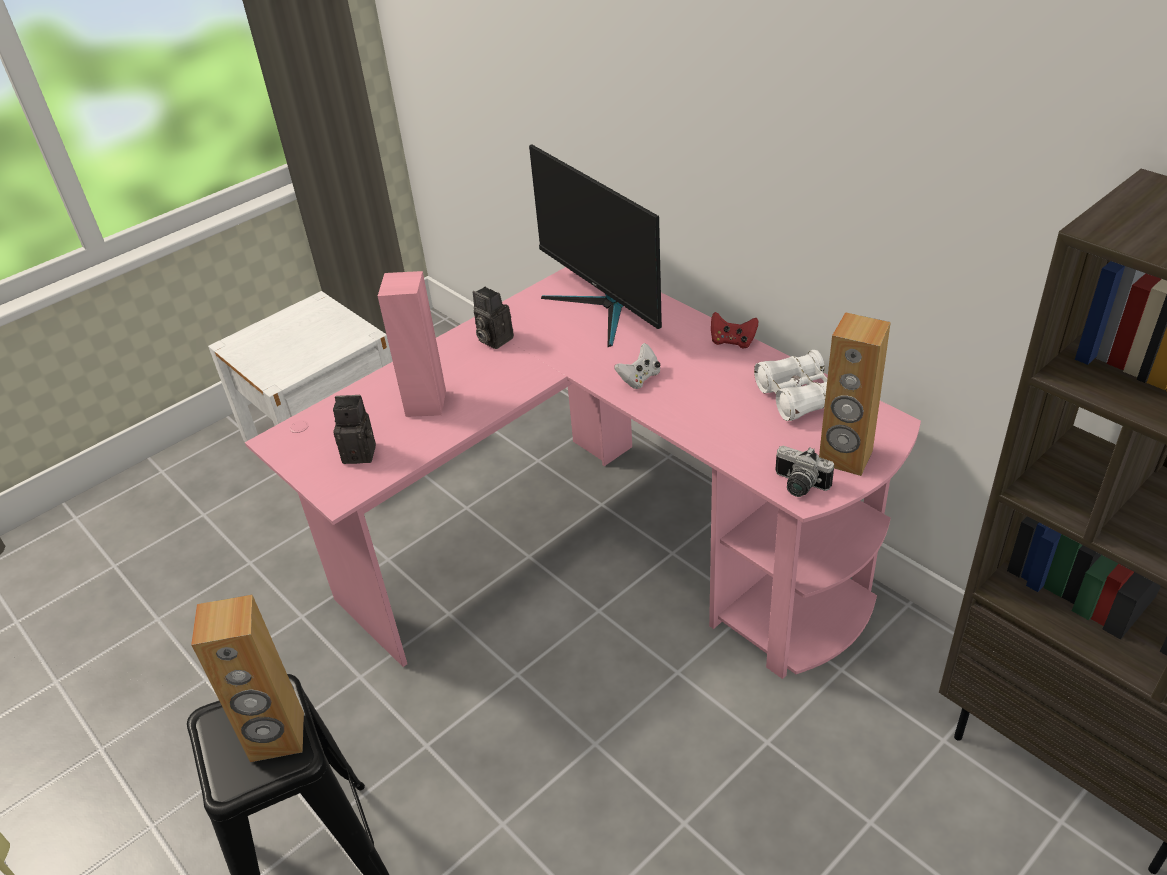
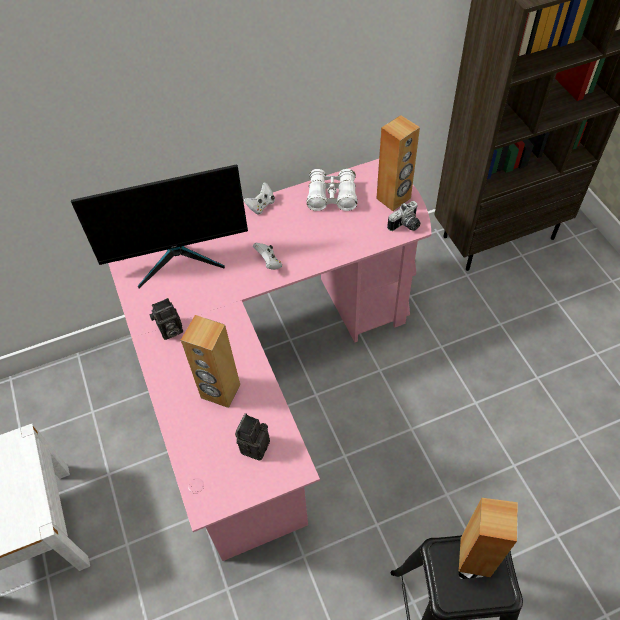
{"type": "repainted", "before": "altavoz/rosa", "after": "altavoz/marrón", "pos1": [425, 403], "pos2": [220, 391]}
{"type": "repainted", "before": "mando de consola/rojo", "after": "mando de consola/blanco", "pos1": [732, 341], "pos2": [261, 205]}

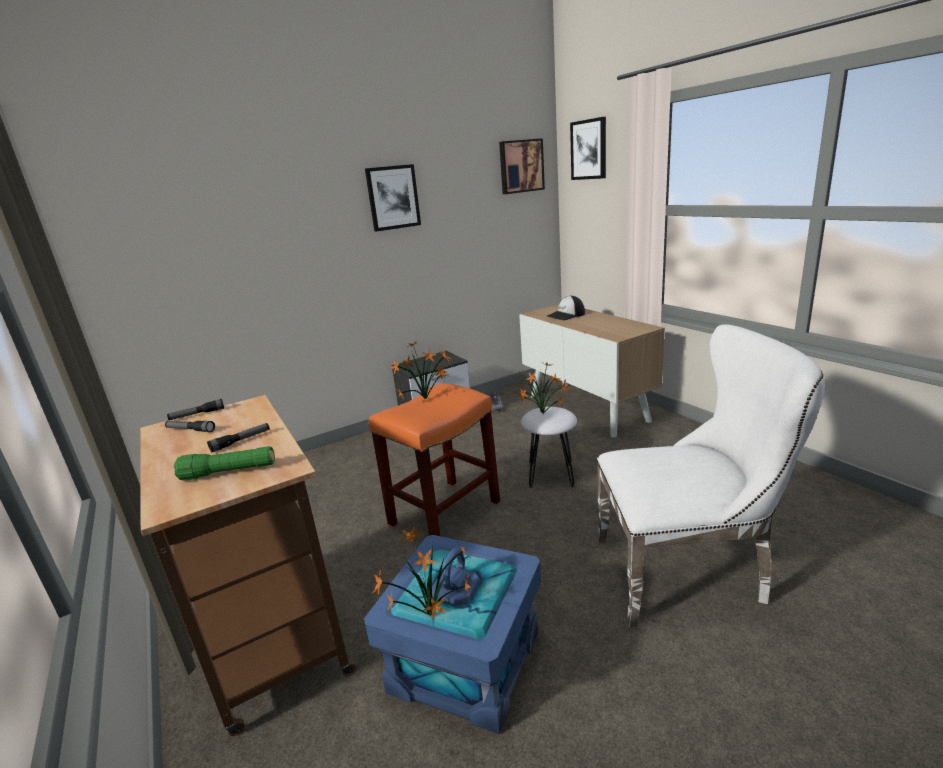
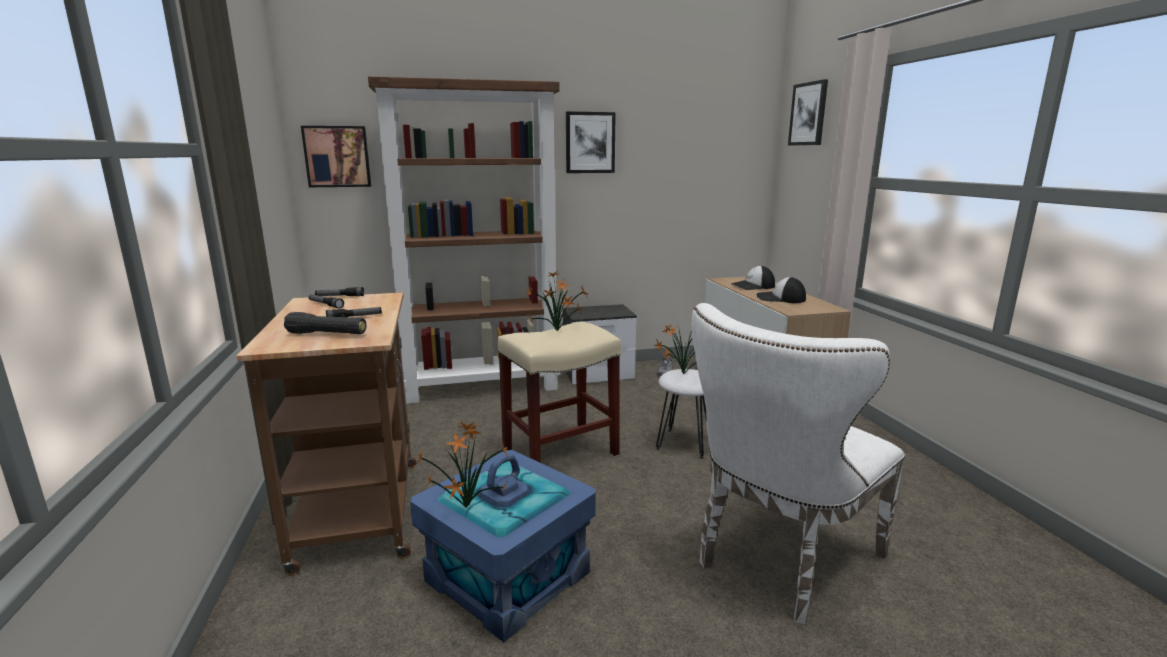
{"type": "shifted", "before": "cuadro", "pos1": [520, 166], "pos2": [337, 156]}
{"type": "rotated", "before": "silla/blanco", "pos1": [689, 571], "pos2": [780, 562], "turn": 120}
{"type": "repainted", "before": "taburete/naranja", "after": "taburete/beis", "pos1": [445, 512], "pos2": [561, 452]}
{"type": "repainted", "before": "linterna/verde", "after": "linterna/negro", "pos1": [229, 472], "pos2": [327, 334]}
{"type": "new", "after": "estantería/marrón", "pos2": [483, 386]}
{"type": "new", "after": "gorra", "pos2": [780, 298]}

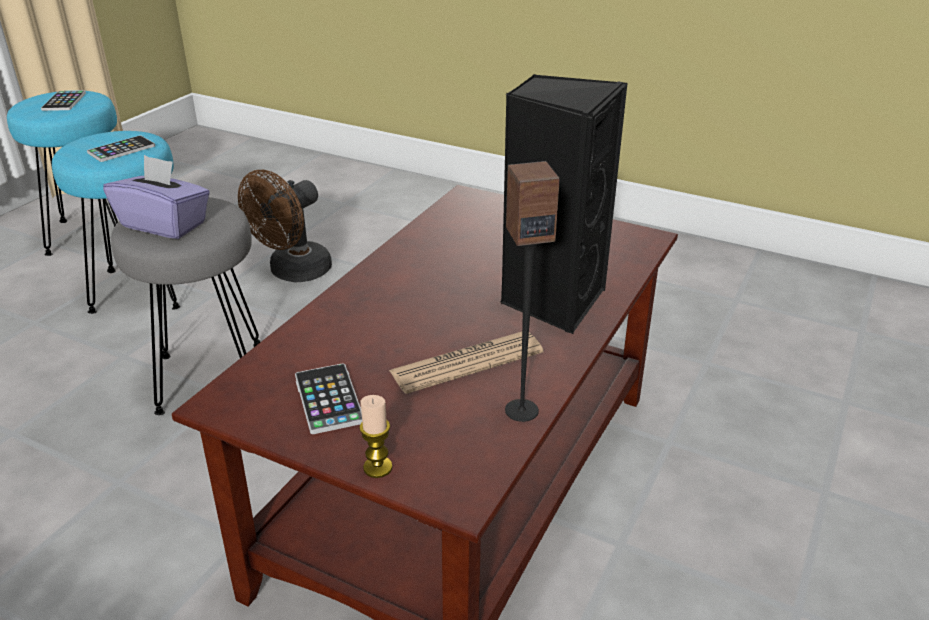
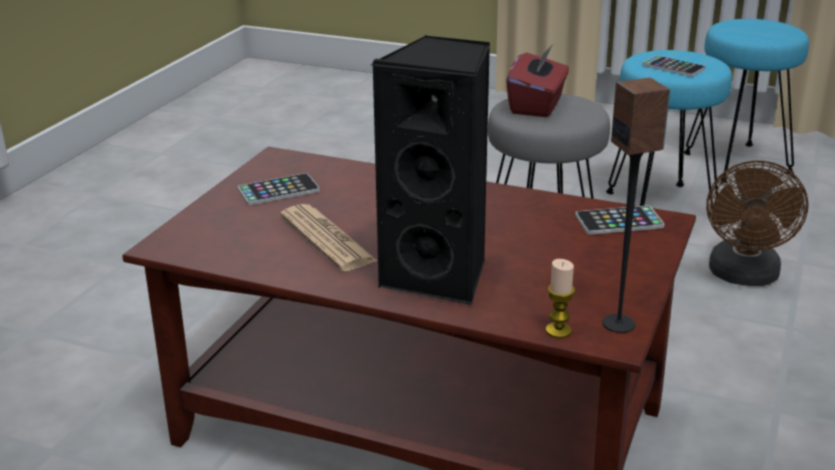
{"type": "shifted", "before": "móvil", "pos1": [64, 101], "pos2": [619, 221]}
{"type": "repainted", "before": "caja de pañuelos/morado", "after": "caja de pañuelos/rojo", "pos1": [165, 224], "pos2": [537, 105]}
{"type": "shifted", "before": "altavoz", "pos1": [521, 410], "pos2": [619, 323]}
{"type": "rotated", "before": "ventilador/marrón", "pos1": [293, 273], "pos2": [744, 277], "turn": -105}
{"type": "shifted", "before": "vela", "pos1": [377, 467], "pos2": [558, 331]}

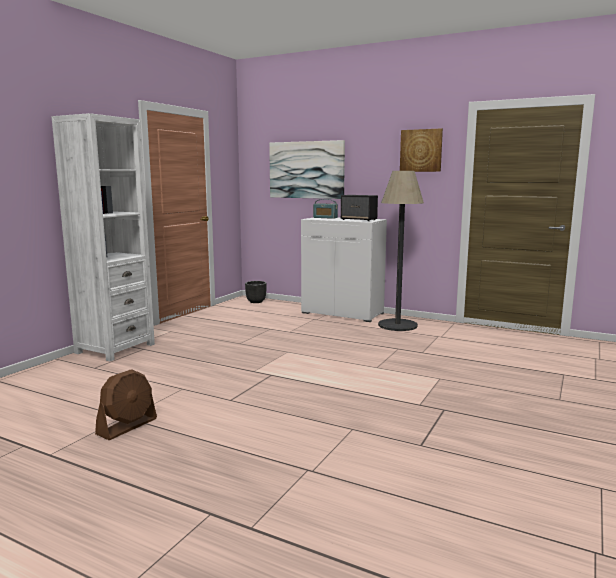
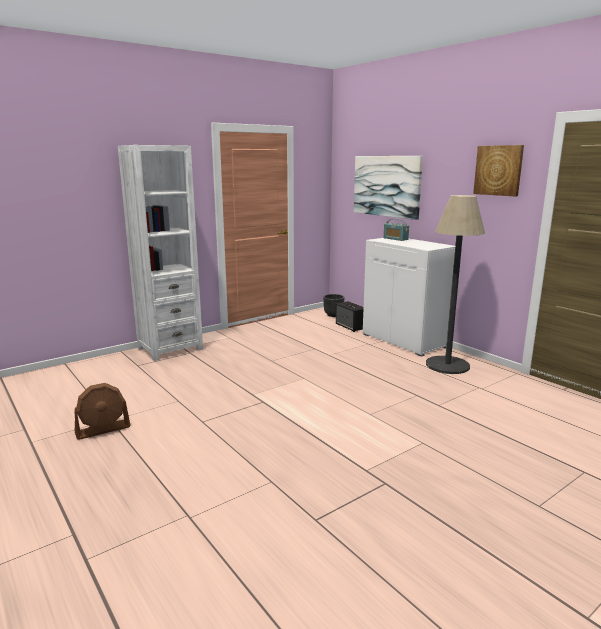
{"type": "shifted", "before": "altavoz", "pos1": [359, 220], "pos2": [351, 327]}

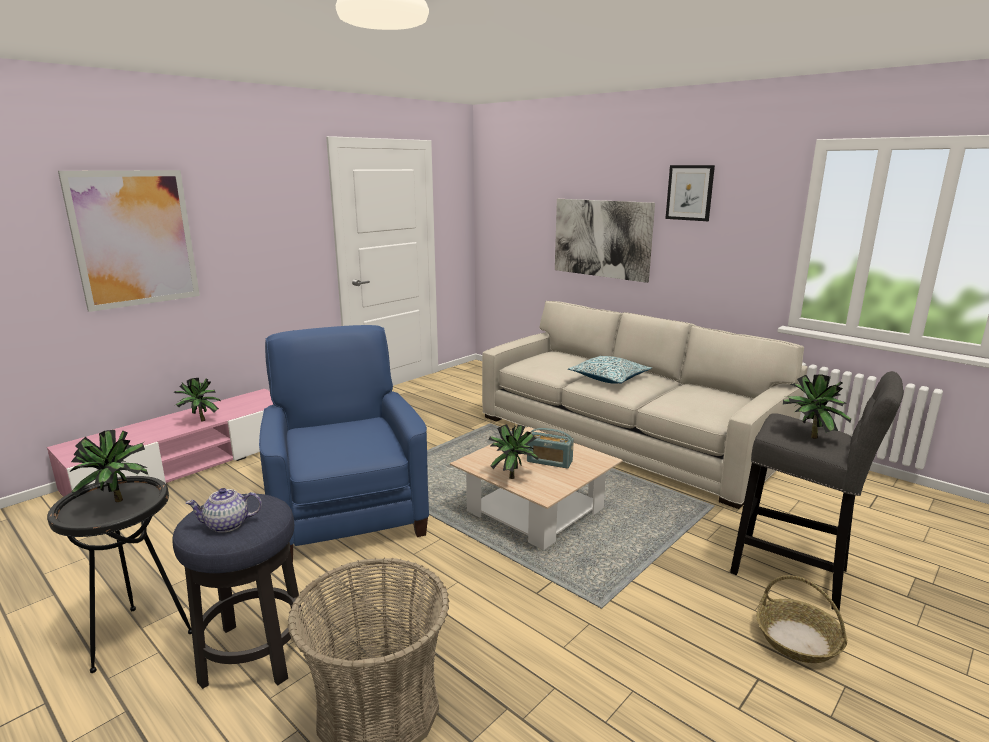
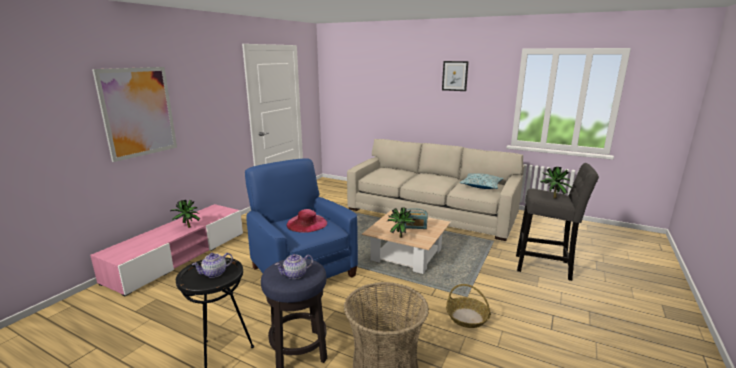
{"type": "gone", "before": "cuadro", "pos1": [601, 238]}
{"type": "shifted", "before": "cojín", "pos1": [609, 378], "pos2": [481, 186]}
{"type": "swapped", "before": "planta en maceta", "after": "tetera", "pos1": [117, 503], "pos2": [215, 273]}
{"type": "shifted", "before": "cesta", "pos1": [797, 639], "pos2": [467, 317]}
{"type": "new", "after": "sombrero/rosa", "pos2": [306, 223]}

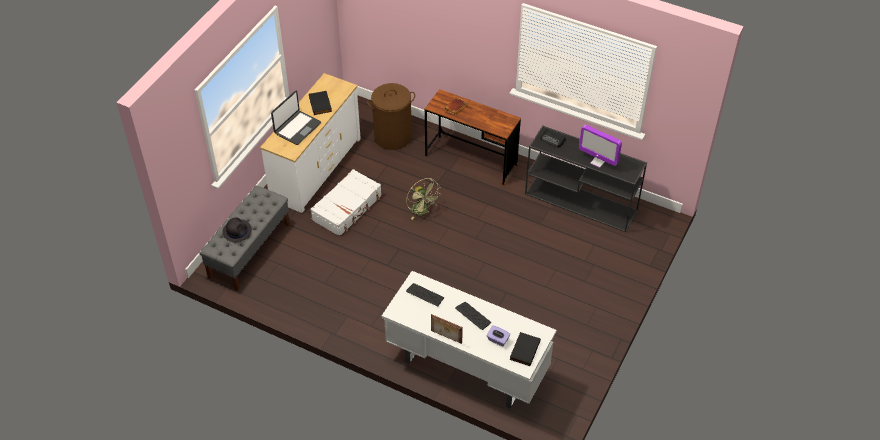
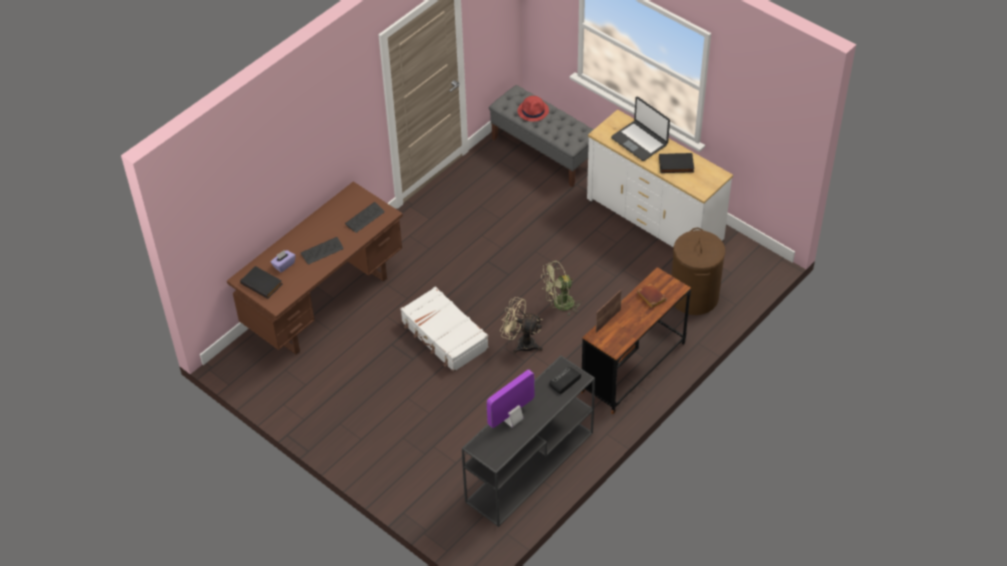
{"type": "shifted", "before": "maleta/blanco", "pos1": [347, 208], "pos2": [444, 336]}
{"type": "repainted", "before": "sombrero/negro", "after": "sombrero/rojo", "pos1": [237, 231], "pos2": [533, 111]}
{"type": "repainted", "before": "escritorio/blanco", "after": "escritorio/marrón", "pos1": [466, 369], "pos2": [324, 303]}
{"type": "shifted", "before": "portarretratos", "pos1": [446, 337], "pos2": [607, 320]}
{"type": "new", "after": "ventilador/beis", "pos2": [521, 343]}

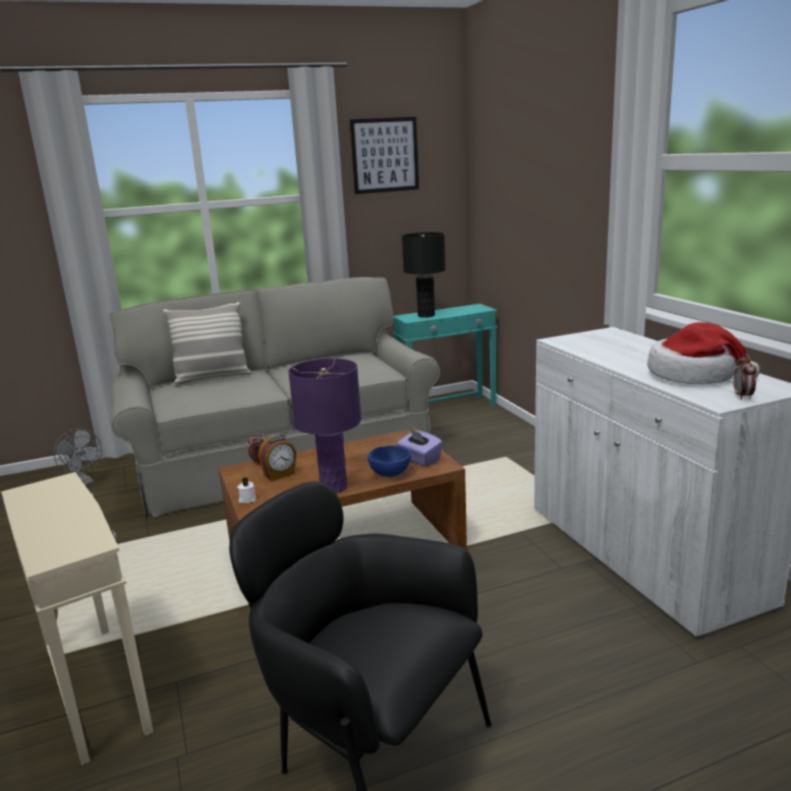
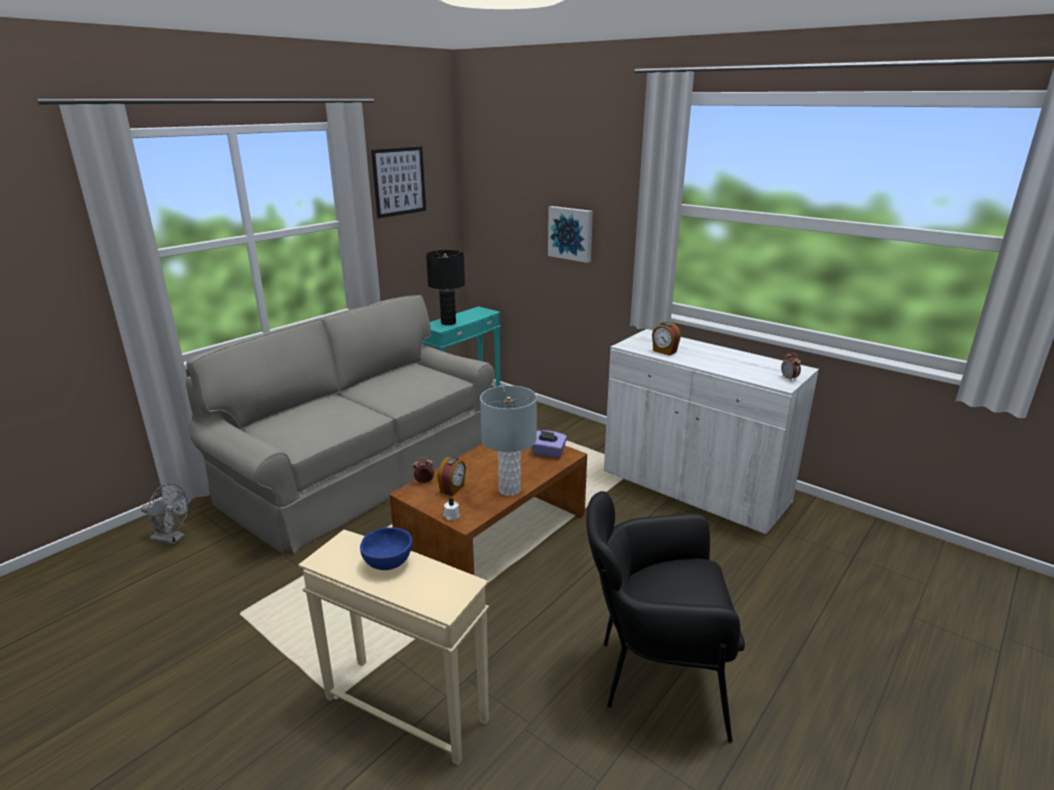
{"type": "gone", "before": "cojín", "pos1": [212, 378]}
{"type": "gone", "before": "sombrero", "pos1": [694, 375]}
{"type": "repainted", "before": "lámpara de mesa/morado", "after": "lámpara de mesa/gris", "pos1": [333, 487], "pos2": [509, 490]}
{"type": "shifted", "before": "cuenco/azul", "pos1": [390, 474], "pos2": [388, 563]}
{"type": "new", "after": "cuadro", "pos2": [571, 233]}
{"type": "new", "after": "despertador", "pos2": [664, 351]}

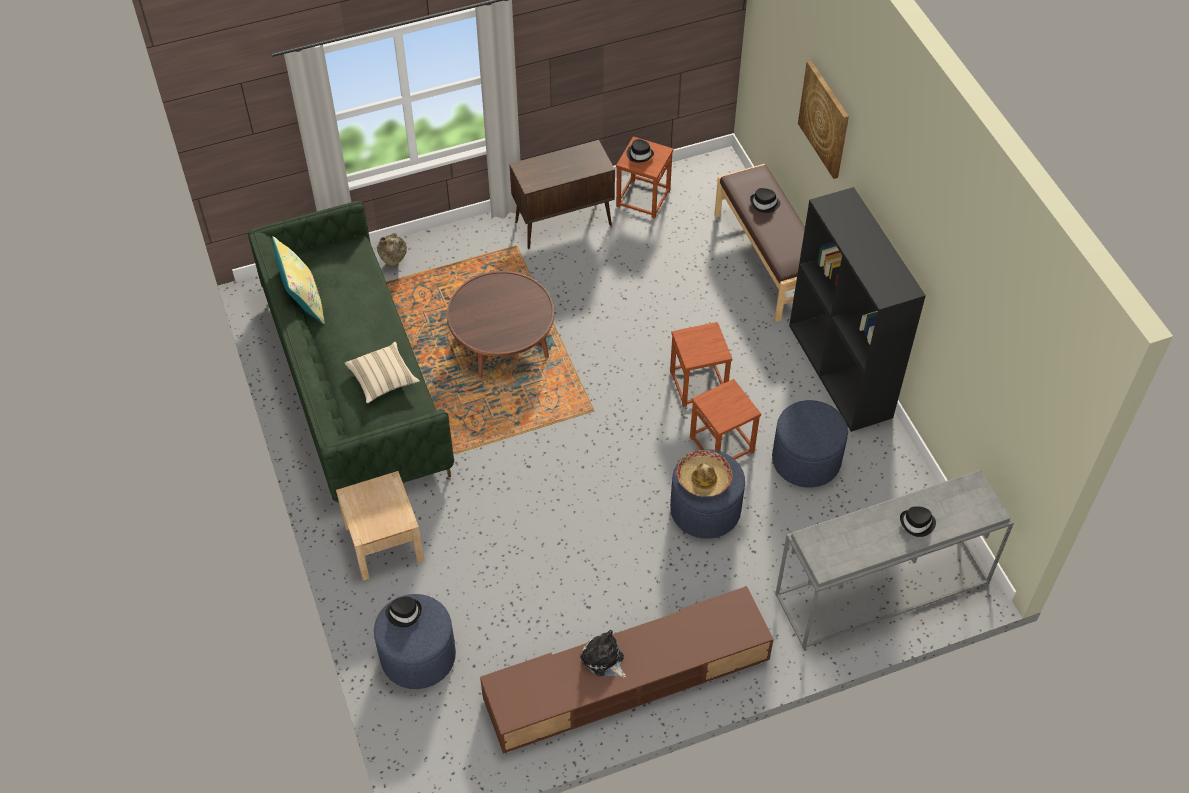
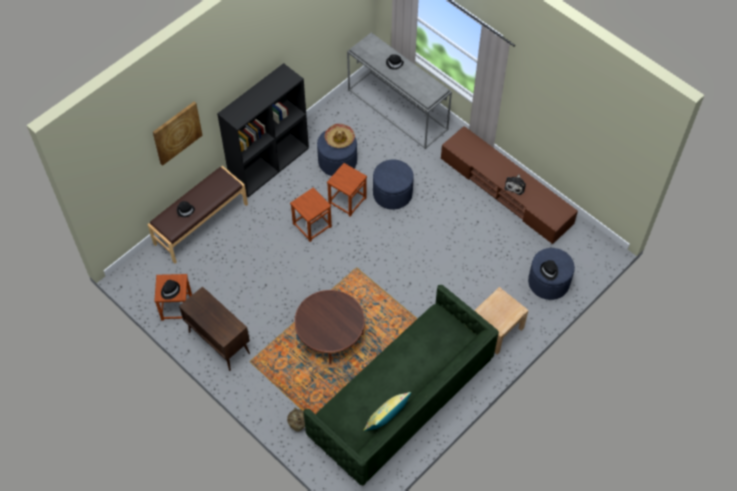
{"type": "gone", "before": "cojín/beis", "pos1": [383, 379]}
{"type": "shifted", "before": "sombrero", "pos1": [703, 478], "pos2": [339, 139]}

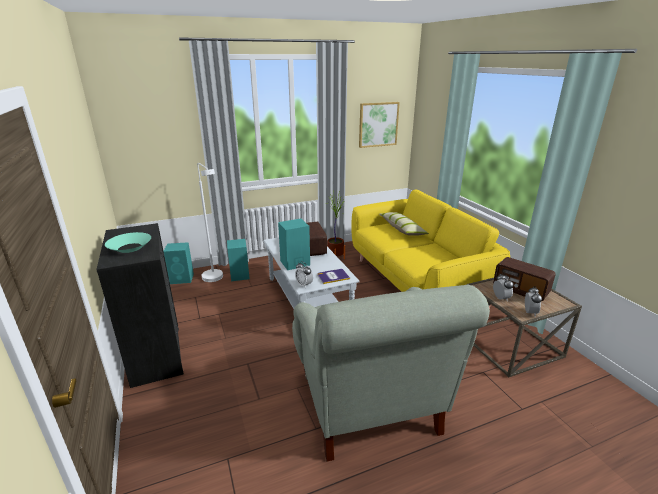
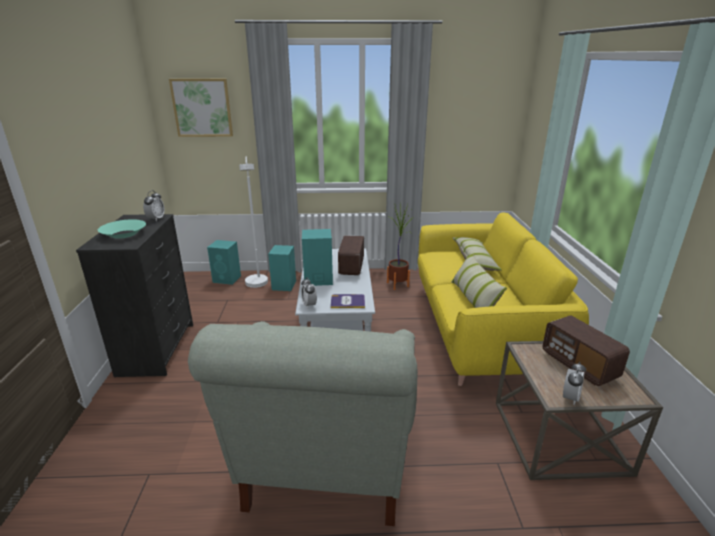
{"type": "shifted", "before": "cuadro", "pos1": [378, 124], "pos2": [202, 108]}
{"type": "shifted", "before": "despertador", "pos1": [500, 298], "pos2": [156, 219]}
{"type": "new", "after": "cojín", "pos2": [473, 300]}

